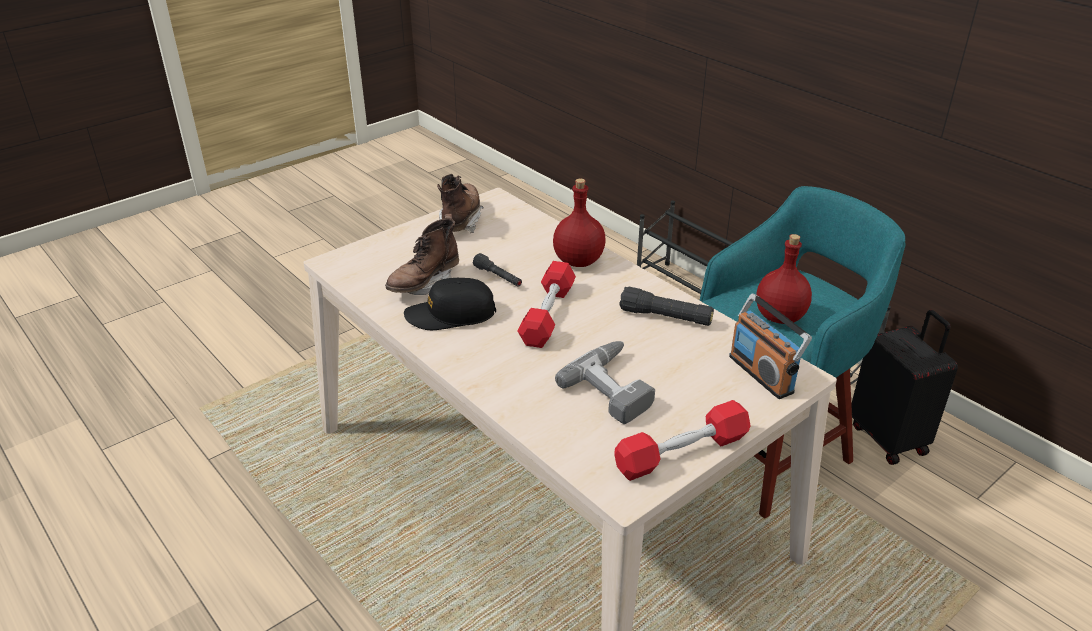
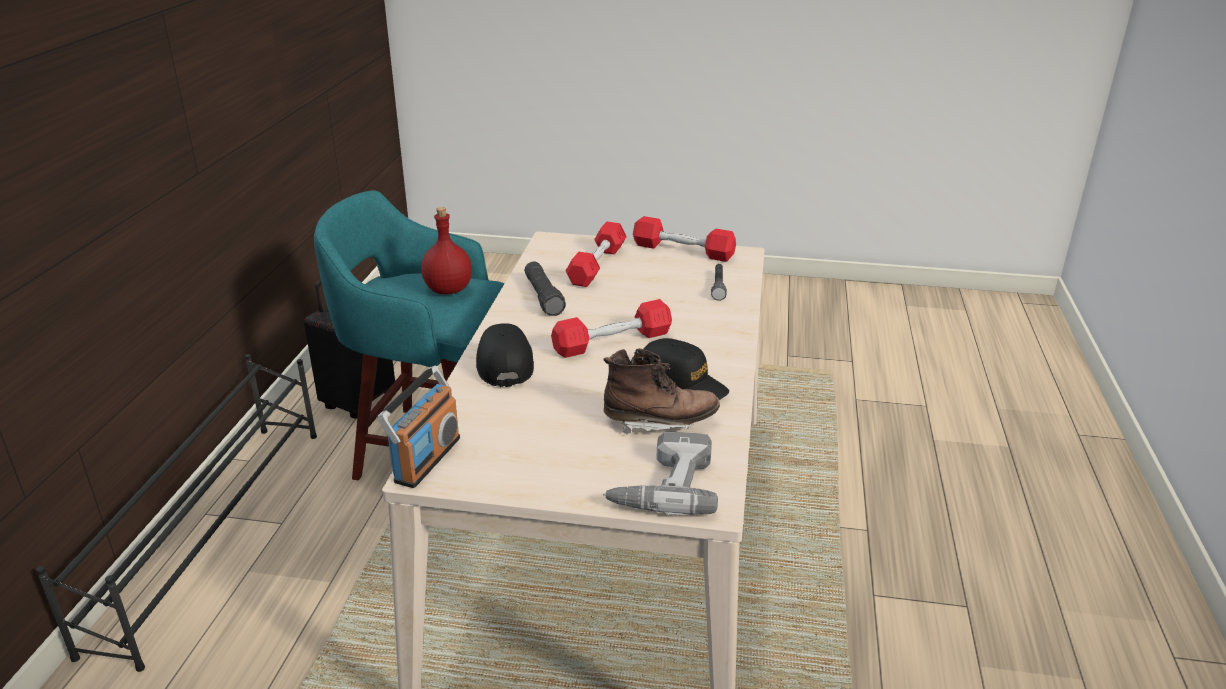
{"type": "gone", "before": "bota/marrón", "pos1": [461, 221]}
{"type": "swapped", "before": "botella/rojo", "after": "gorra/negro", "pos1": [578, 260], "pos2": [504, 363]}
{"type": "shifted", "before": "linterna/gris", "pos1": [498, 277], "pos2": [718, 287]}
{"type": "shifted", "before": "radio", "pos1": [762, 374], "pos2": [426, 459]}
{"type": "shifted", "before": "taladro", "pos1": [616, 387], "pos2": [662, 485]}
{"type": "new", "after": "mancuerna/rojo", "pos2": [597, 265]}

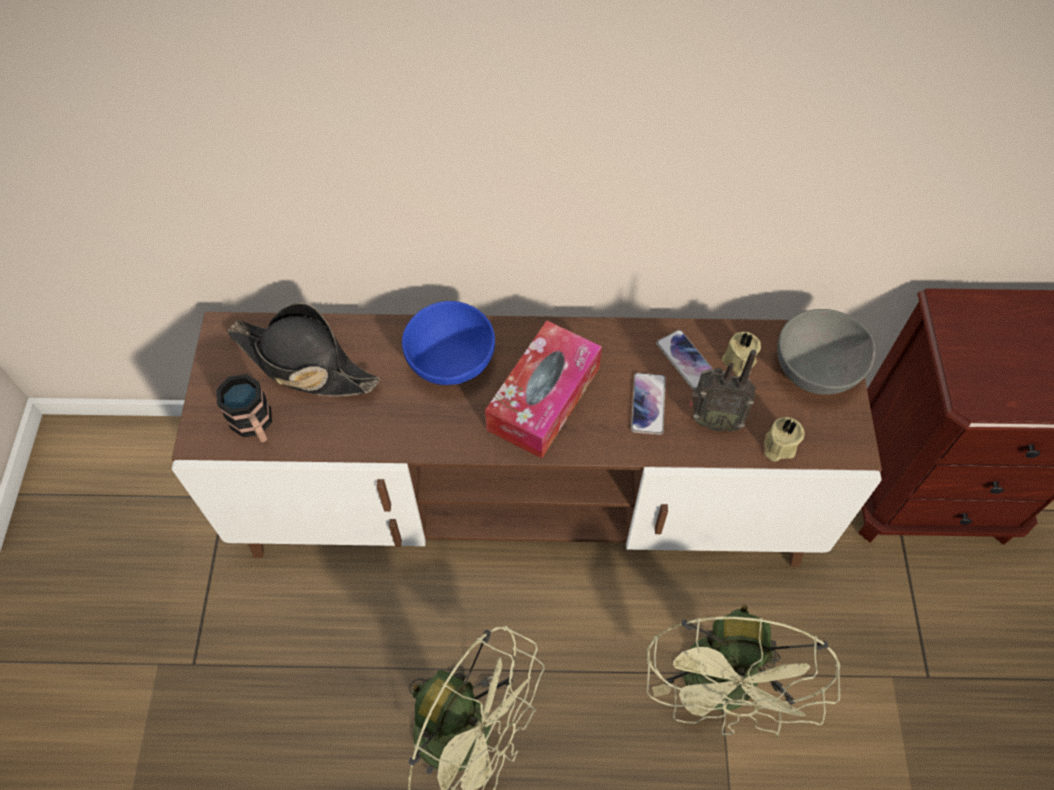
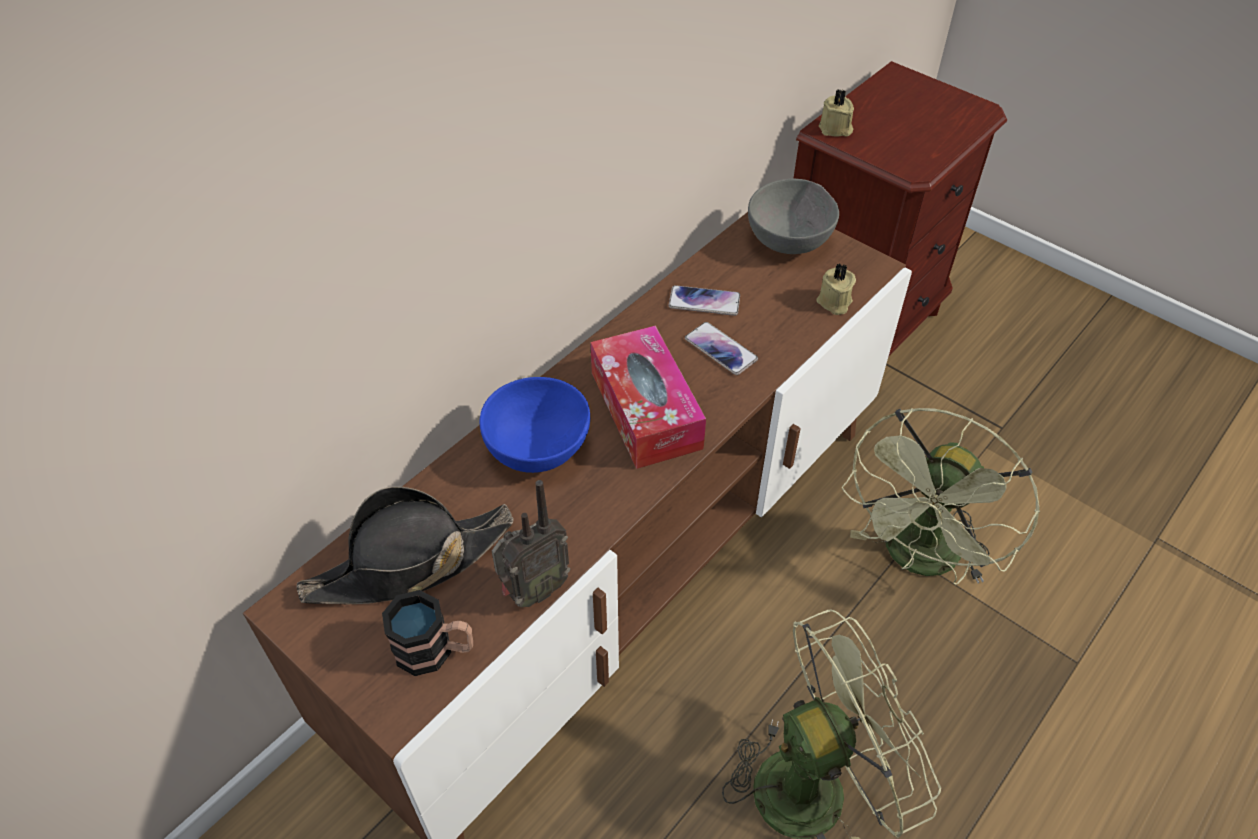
{"type": "shifted", "before": "vela/beis", "pos1": [738, 362], "pos2": [835, 129]}
{"type": "shifted", "before": "radio", "pos1": [713, 419], "pos2": [532, 591]}
{"type": "rotated", "before": "ventilador/verde", "pos1": [722, 692], "pos2": [918, 560], "turn": 75}

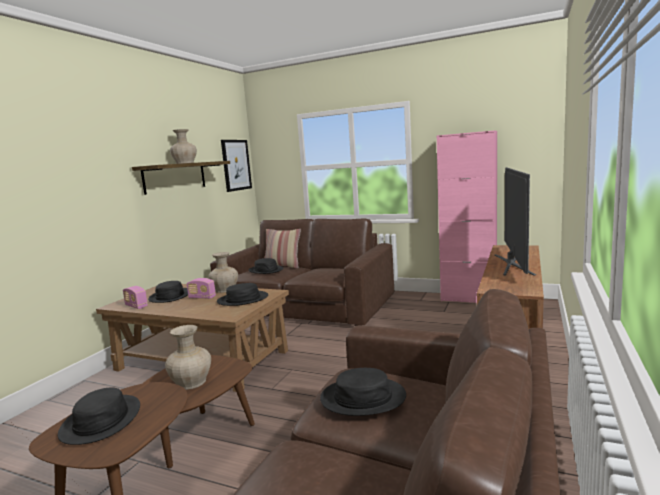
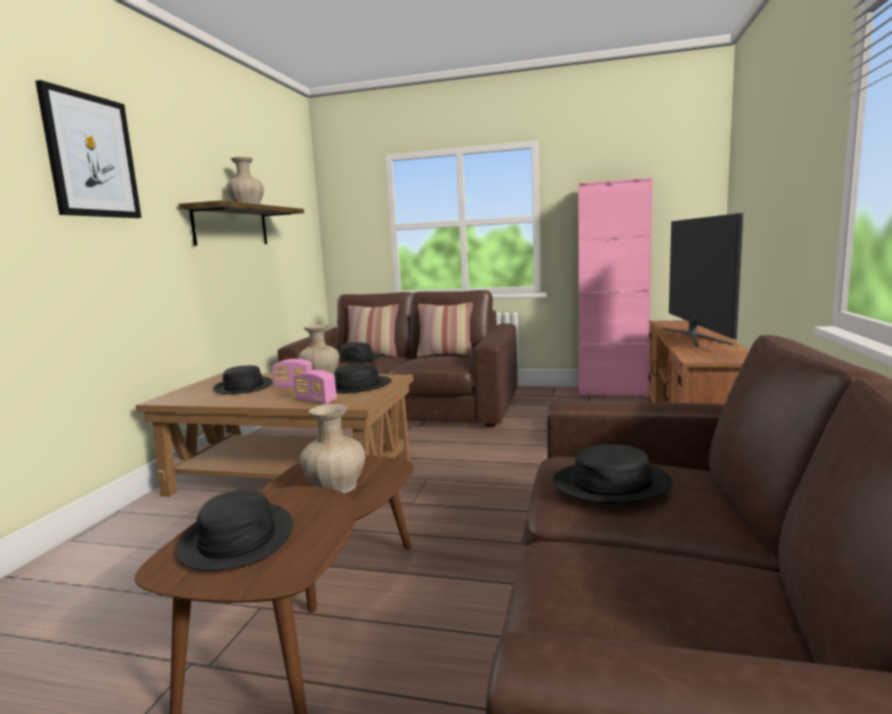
{"type": "shifted", "before": "cuadro", "pos1": [236, 165], "pos2": [91, 156]}
{"type": "shifted", "before": "radio", "pos1": [136, 306], "pos2": [316, 401]}
{"type": "new", "after": "cojín", "pos2": [446, 355]}

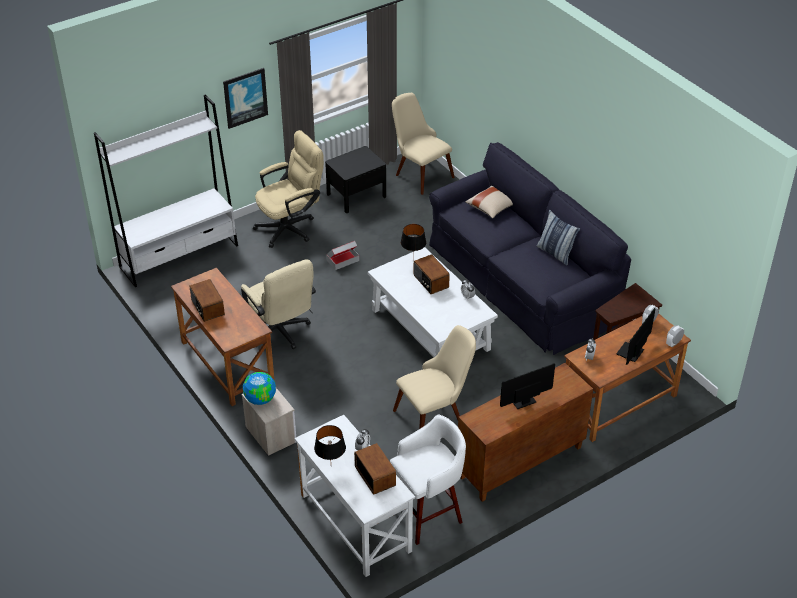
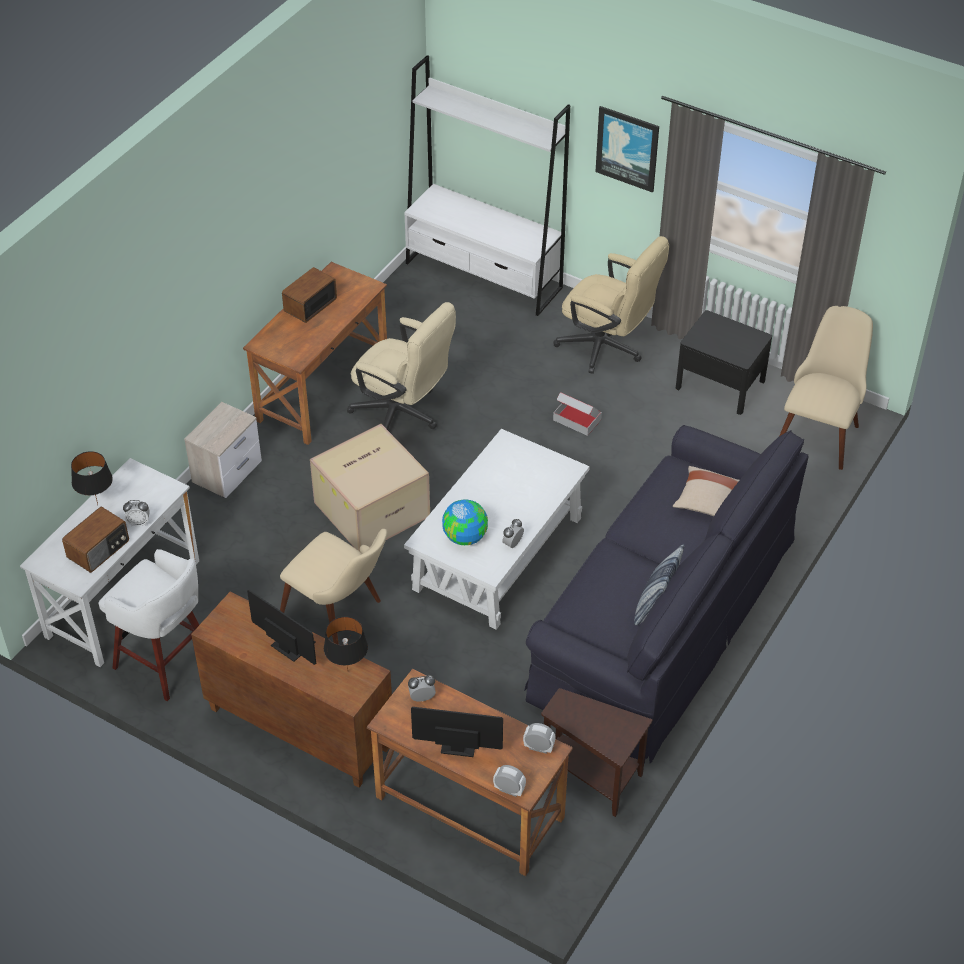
{"type": "shifted", "before": "lámpara de mesa/negro", "pos1": [412, 260], "pos2": [347, 671]}
{"type": "gone", "before": "radio", "pos1": [430, 282]}
{"type": "rotated", "before": "silla de oficina/beis", "pos1": [280, 333], "pos2": [403, 415], "turn": -90}
{"type": "shifted", "before": "globo terráqueo", "pos1": [260, 399], "pos2": [465, 536]}
{"type": "new", "after": "caja de cartón", "pos2": [372, 508]}

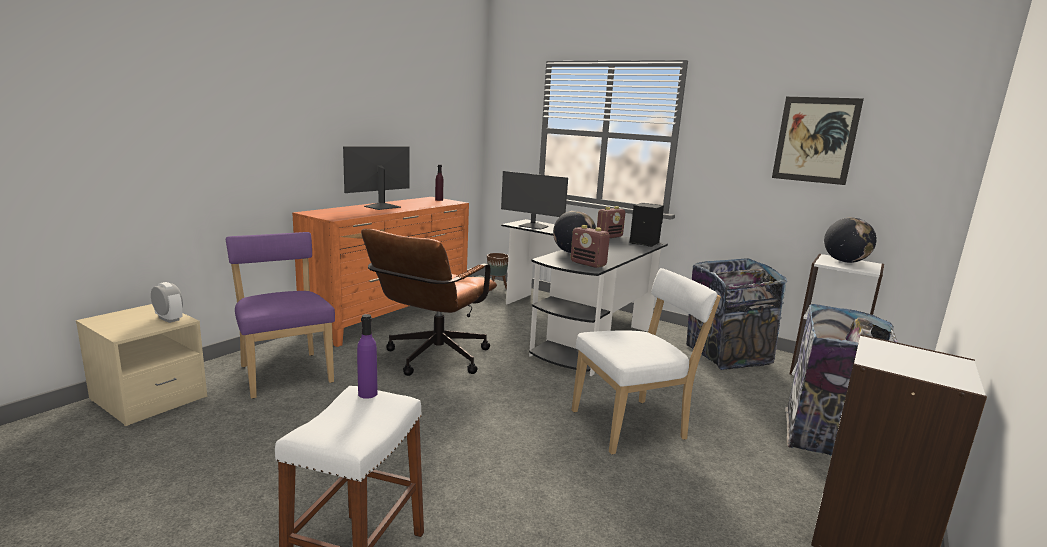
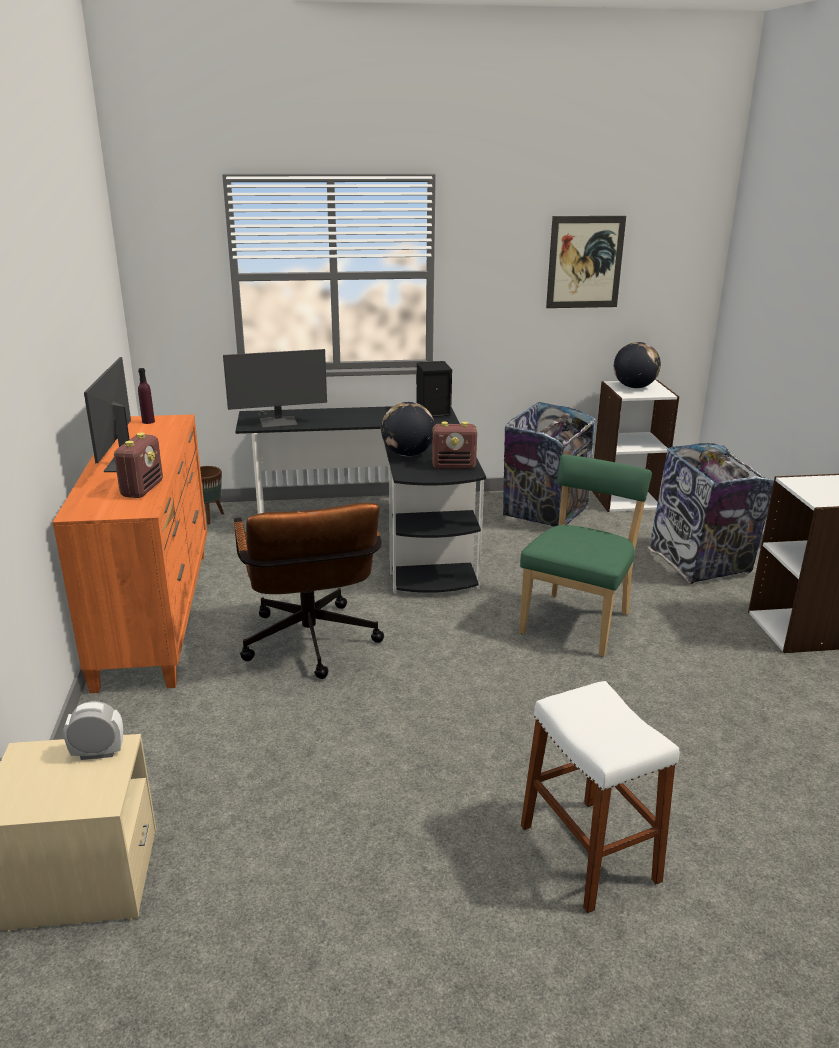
{"type": "shifted", "before": "radio", "pos1": [609, 237], "pos2": [142, 489]}
{"type": "gone", "before": "silla/morado", "pos1": [285, 372]}
{"type": "repainted", "before": "silla/blanco", "after": "silla/verde", "pos1": [633, 425], "pos2": [578, 621]}
{"type": "gone", "before": "botella/morado", "pos1": [367, 394]}

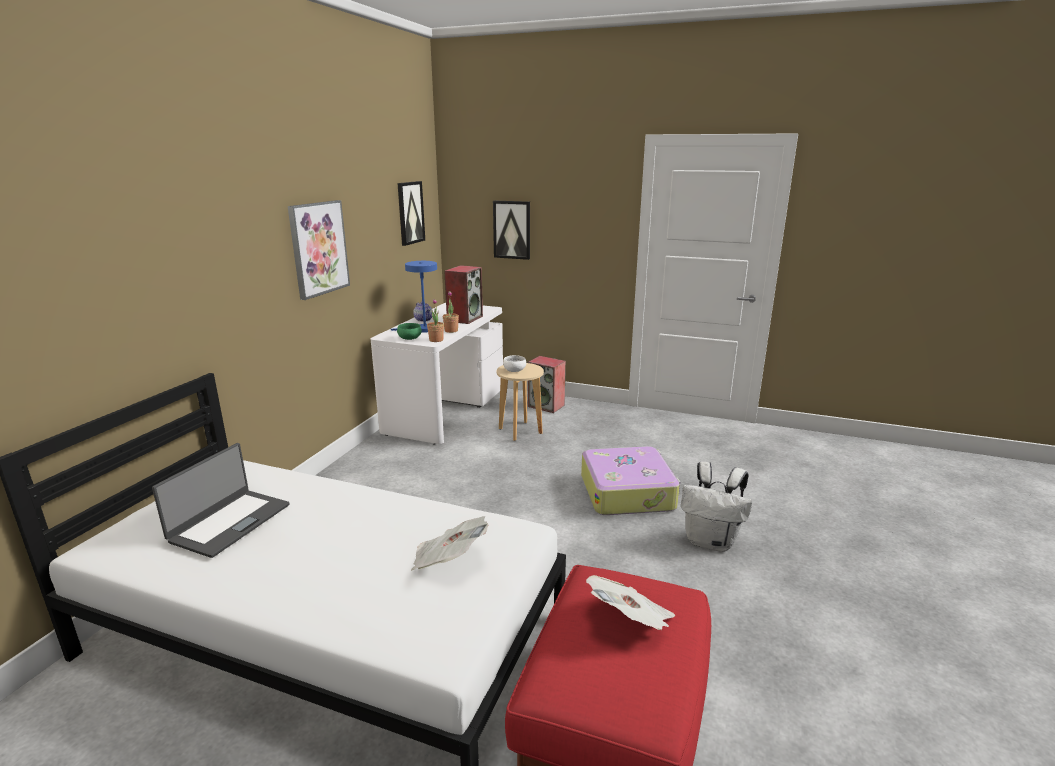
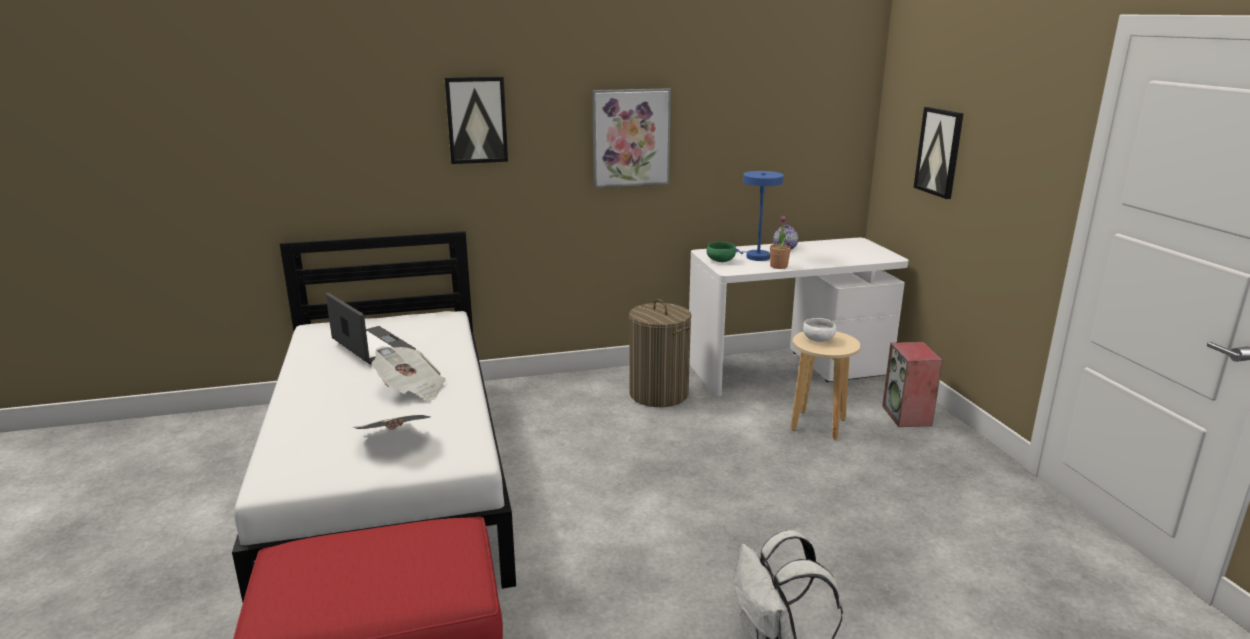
{"type": "shifted", "before": "cuadro", "pos1": [410, 213], "pos2": [476, 120]}
{"type": "gone", "before": "altavoz", "pos1": [464, 318]}
{"type": "gone", "before": "planta en maceta", "pos1": [436, 340]}
{"type": "rotated", "before": "portátil", "pos1": [229, 522], "pos2": [372, 346], "turn": -120}
{"type": "gone", "before": "maleta", "pos1": [628, 492]}
{"type": "shifted", "before": "periódico", "pos1": [631, 621], "pos2": [411, 389]}
{"type": "new", "after": "cesto de la ropa", "pos2": [659, 394]}

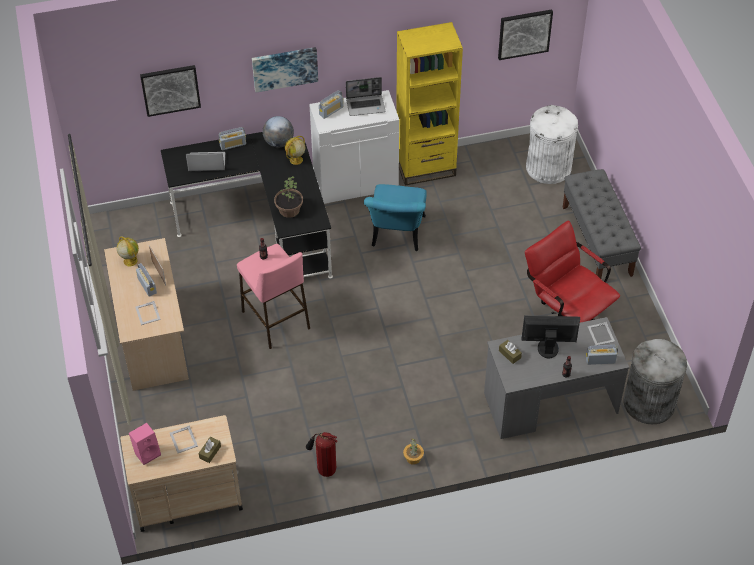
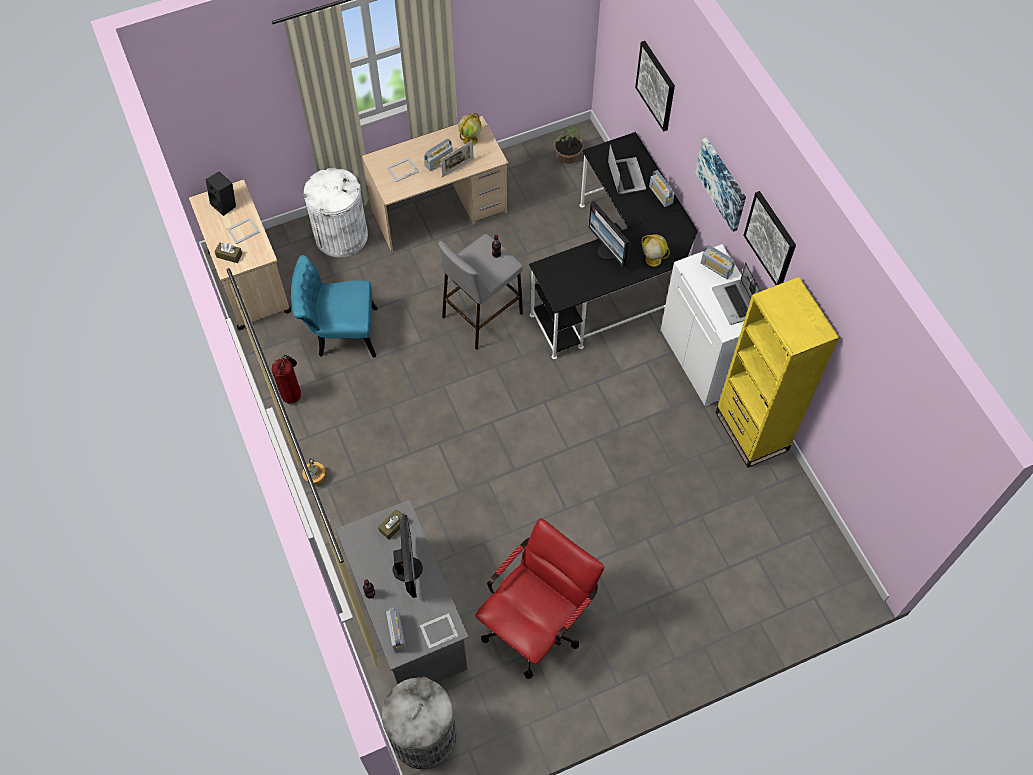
{"type": "shifted", "before": "cuadro", "pos1": [524, 33], "pos2": [771, 239]}
{"type": "shifted", "before": "papelera/blanco", "pos1": [548, 167], "pos2": [341, 235]}
{"type": "gone", "before": "globo terráqueo", "pos1": [278, 142]}
{"type": "gone", "before": "banco/gris", "pos1": [597, 241]}
{"type": "shifted", "before": "planta en maceta", "pos1": [289, 210], "pos2": [568, 155]}
{"type": "shifted", "before": "silla/turquesa", "pos1": [397, 236], "pos2": [340, 333]}
{"type": "repainted", "before": "taburete/rosa", "after": "taburete/gris", "pos1": [276, 320], "pos2": [482, 315]}
{"type": "repainted", "before": "altavoz/rosa", "after": "altavoz/negro", "pos1": [147, 452], "pos2": [225, 204]}
{"type": "new", "after": "monitor", "pos2": [609, 251]}

